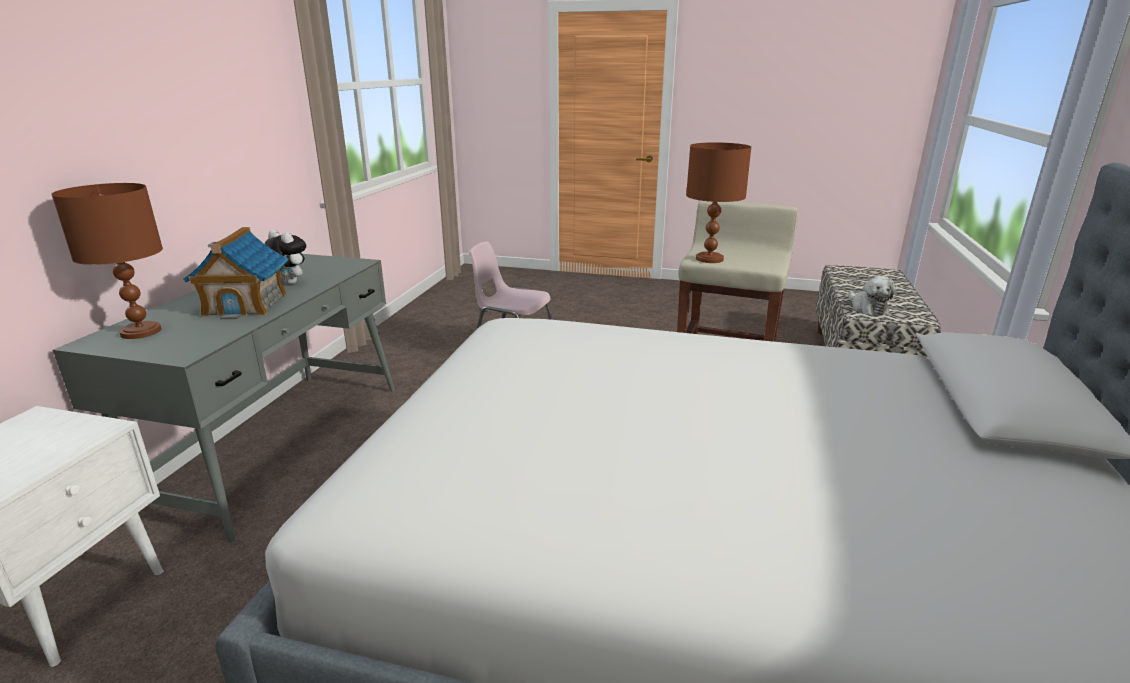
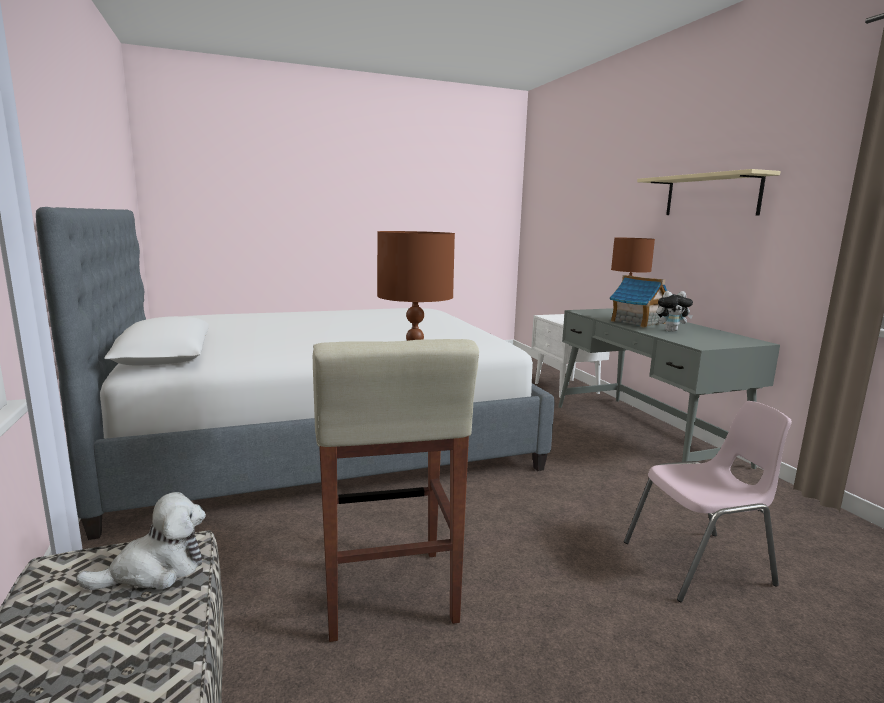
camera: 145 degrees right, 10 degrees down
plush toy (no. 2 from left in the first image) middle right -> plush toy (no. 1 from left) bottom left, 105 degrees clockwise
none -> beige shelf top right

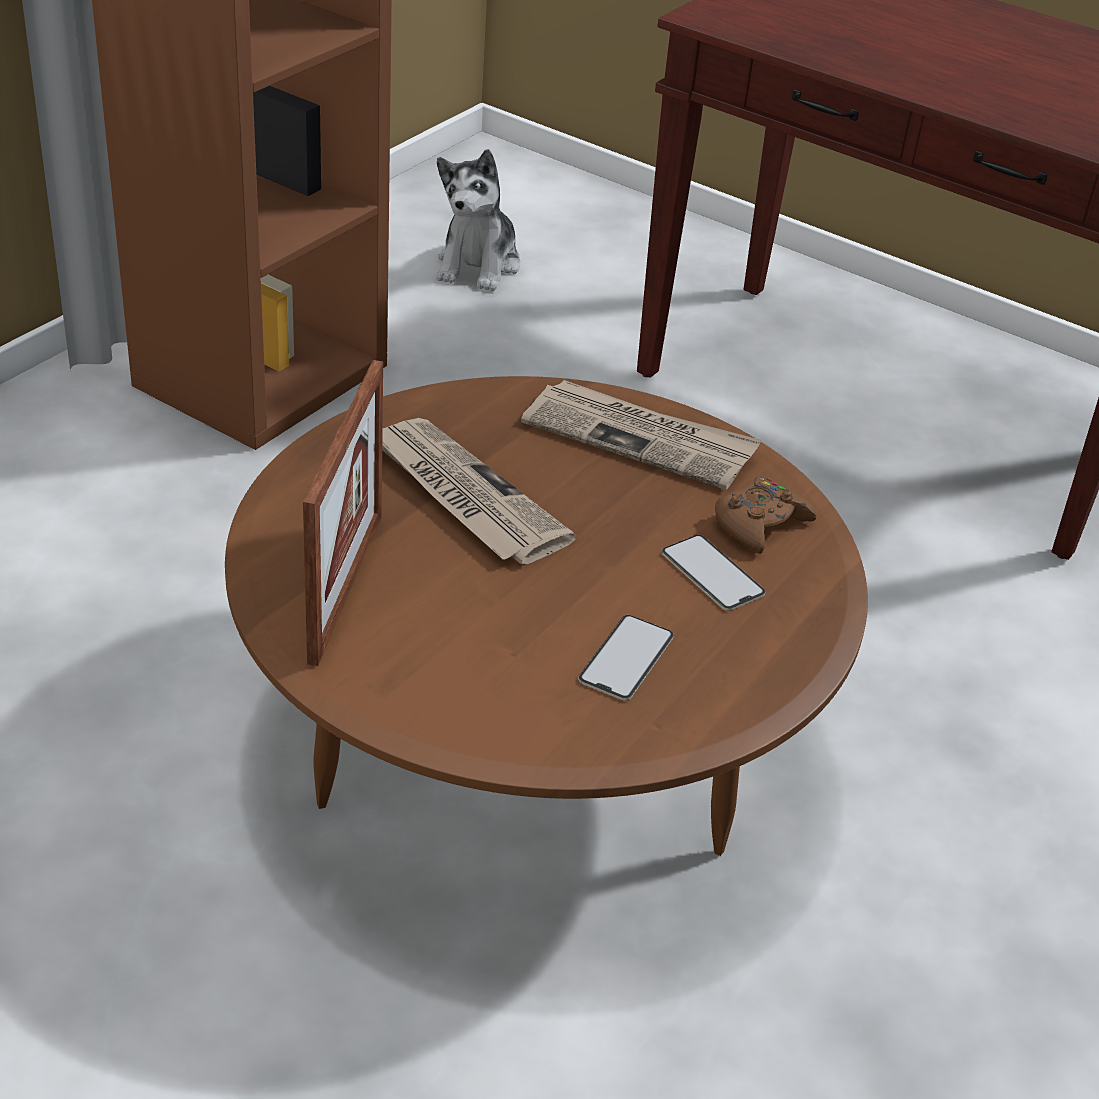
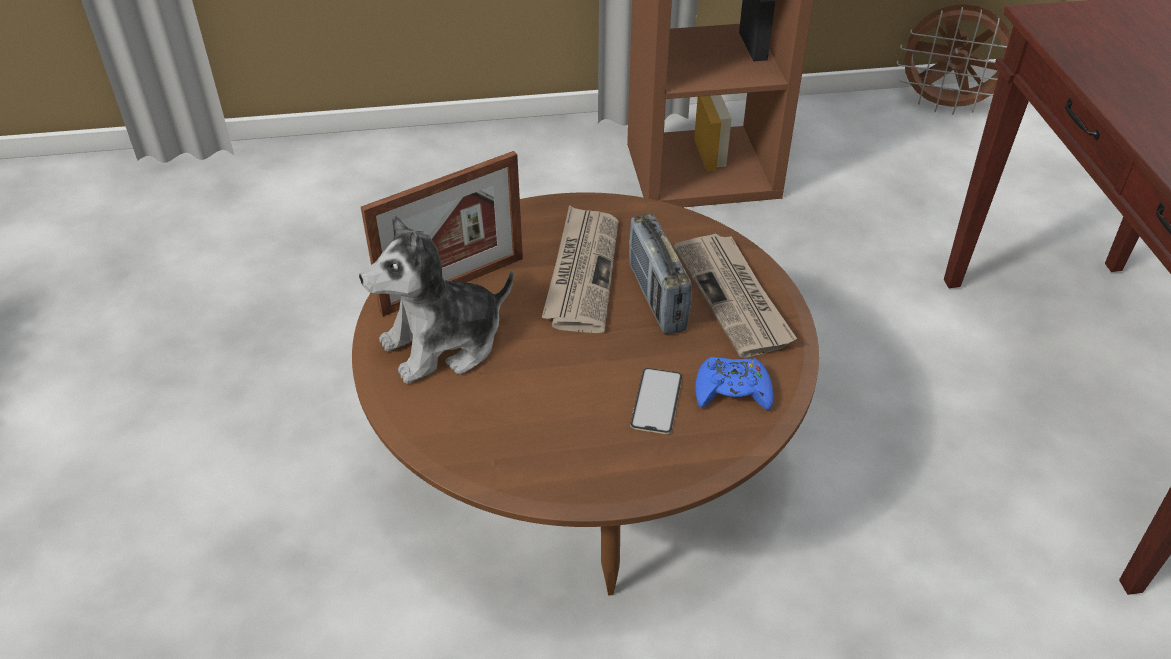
camera: 50 degrees right, 5 degrees up
plush toy top centre -> plush toy centre, shifted
phone (no. 1 from left) centre -> none
brown game controller middle right -> blue game controller centre
none -> radio centre
none -> brown fan top right

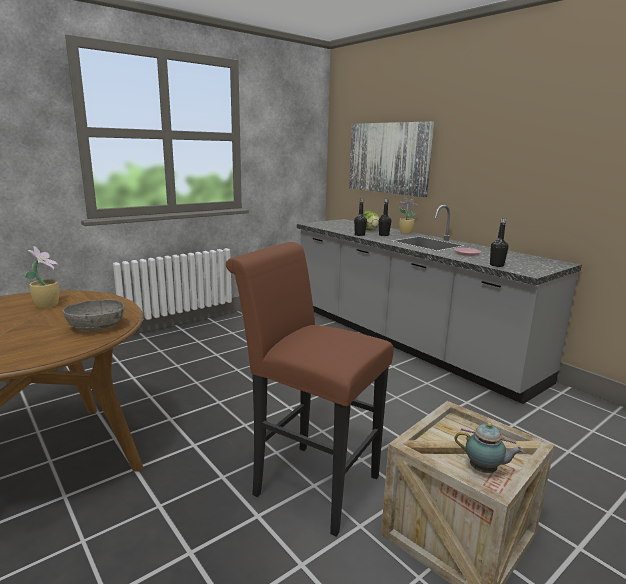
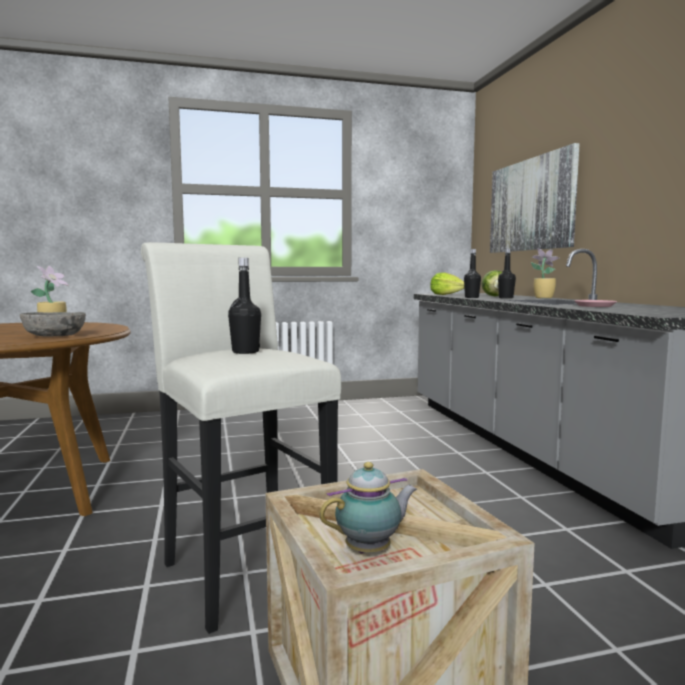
camera: 25 degrees right, 10 degrees down
brown stool centre -> white stool centre
teapot bottom right -> teapot bottom centre, 75 degrees counterclockwise
black bottle (no. 3 from left in the first image) middle right -> black bottle (no. 1 from left) centre, shifted
none -> lettuce (no. 1 from left) centre

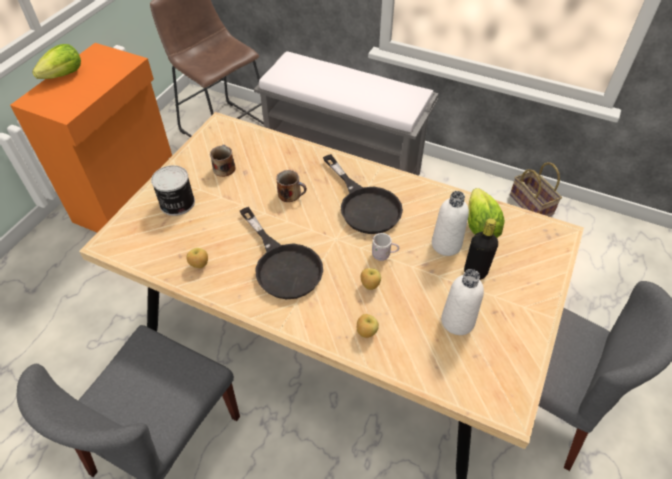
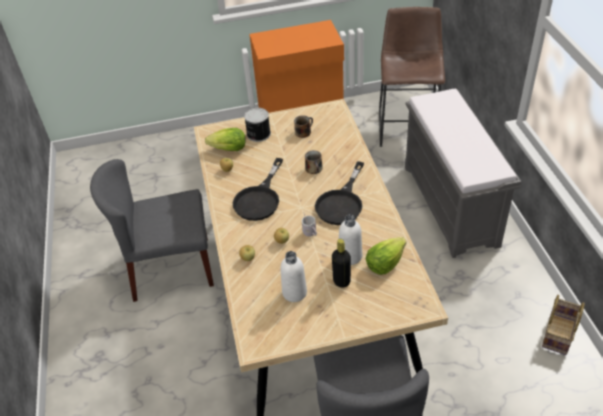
camera: 55 degrees right, 5 degrees down
lettuce (no. 1 from left) top left -> lettuce (no. 1 from left) centre, shifted

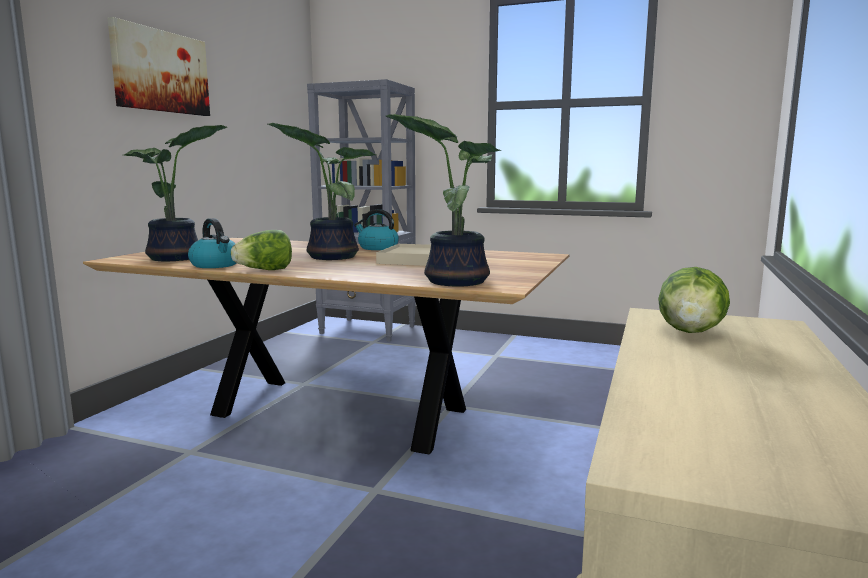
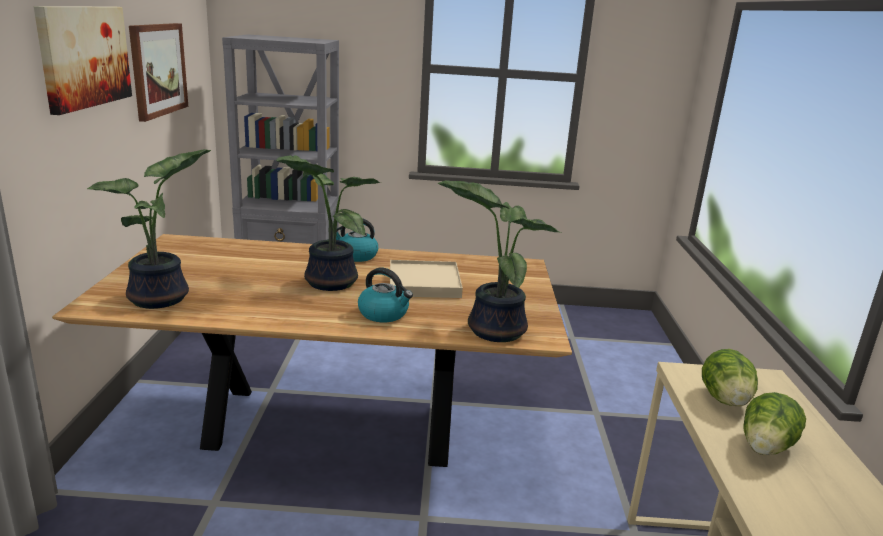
camera: 20 degrees left, 10 degrees up
kettle (no. 1 from left in the first image) middle left -> kettle (no. 2 from left) centre, shifted
lettuce (no. 1 from left in the first image) middle left -> lettuce (no. 2 from left) bottom right, shifted
none -> picture (no. 2 from left) top left

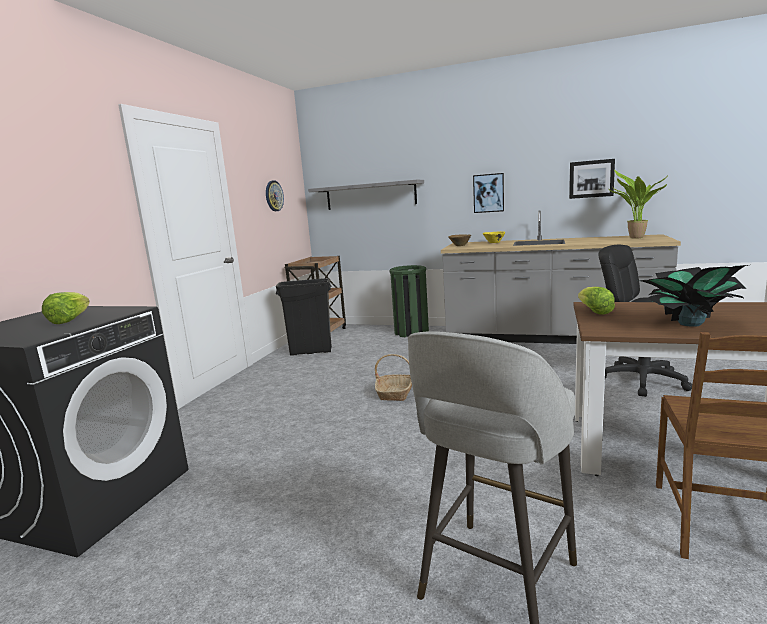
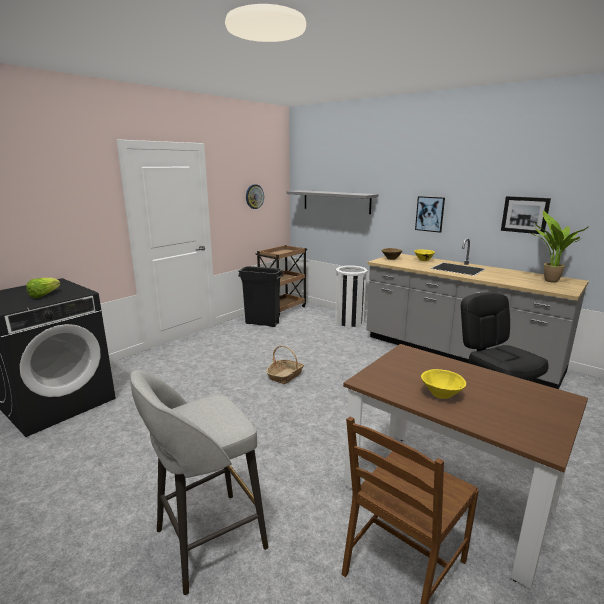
camera: 20 degrees right, 5 degrees up
green trash can centre -> white trash can centre
lettuce (no. 2 from left) middle right -> none
potted plant (no. 2 from left) middle right -> yellow bowl (no. 2 from left) middle right

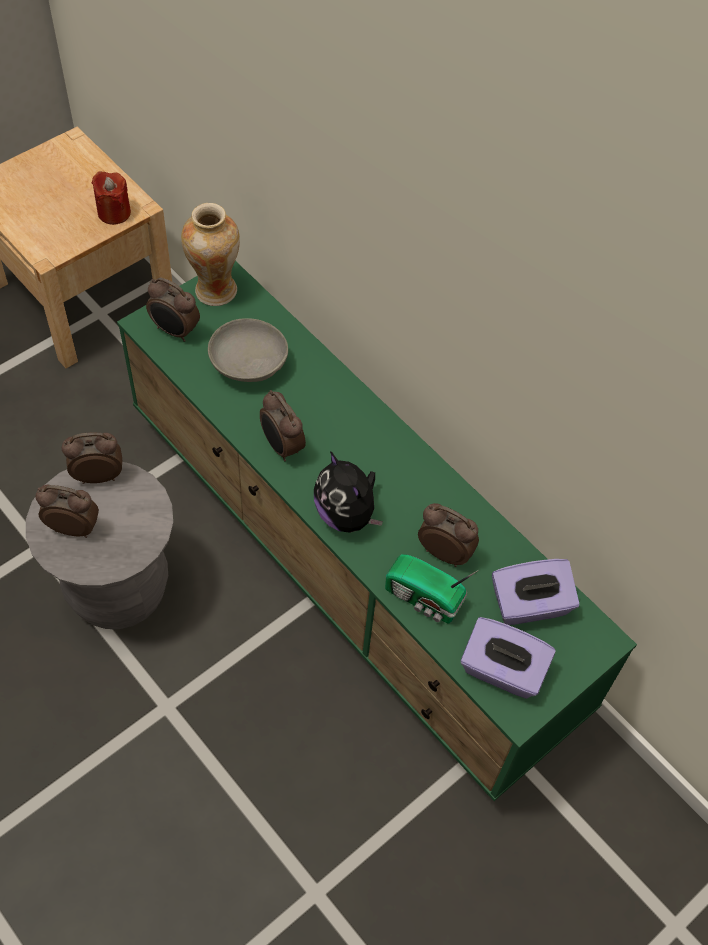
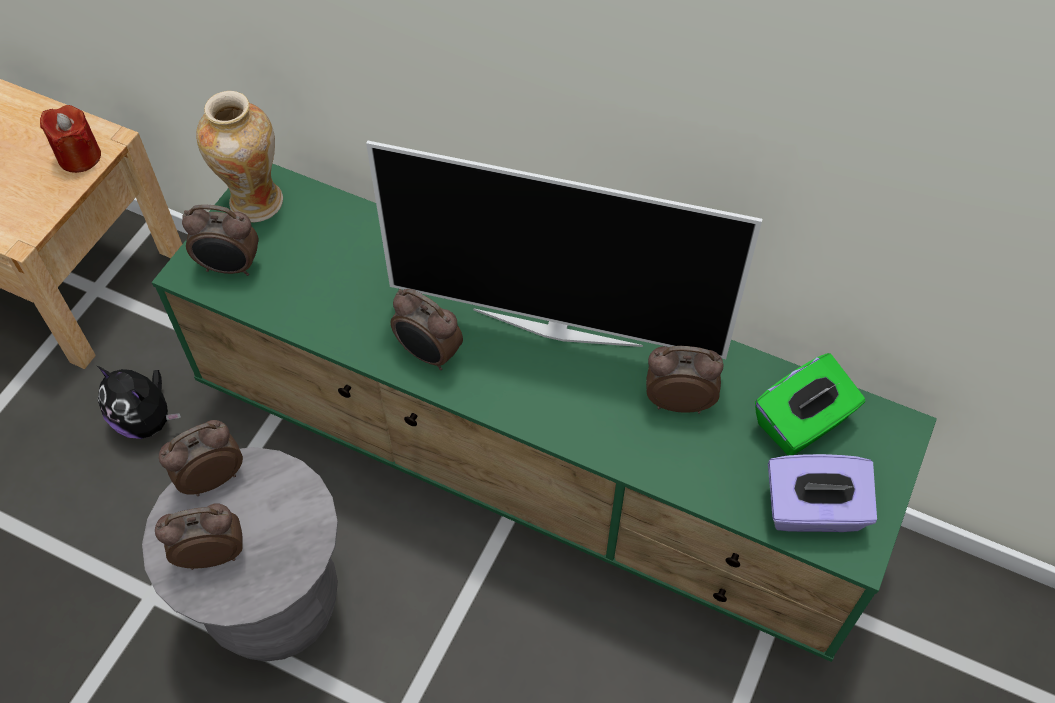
camera: 20 degrees left, 0 degrees up
grey bowl centre -> none
plush toy centre -> plush toy middle left, shifted
radio centre -> none
purple tissue box (no. 2 from left) middle right -> green tissue box middle right
none -> television centre

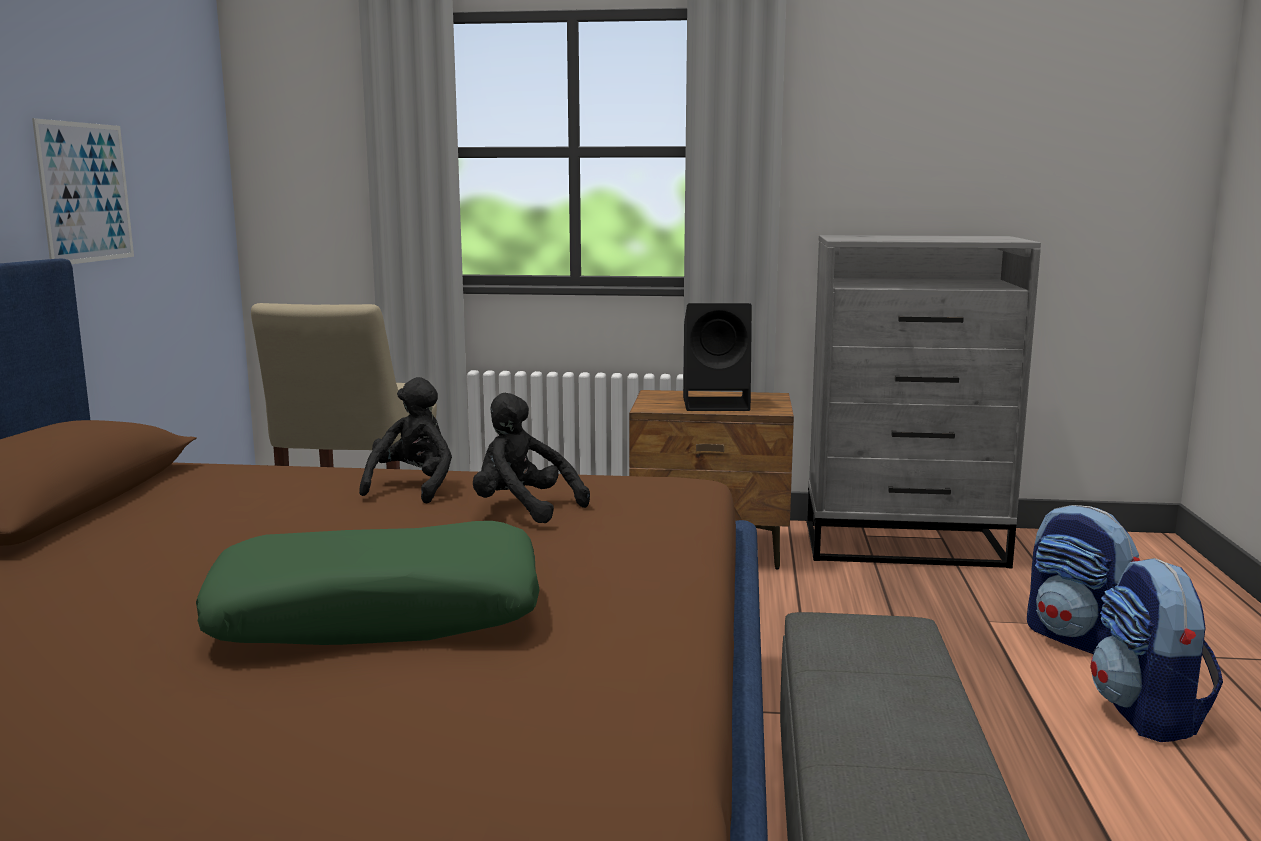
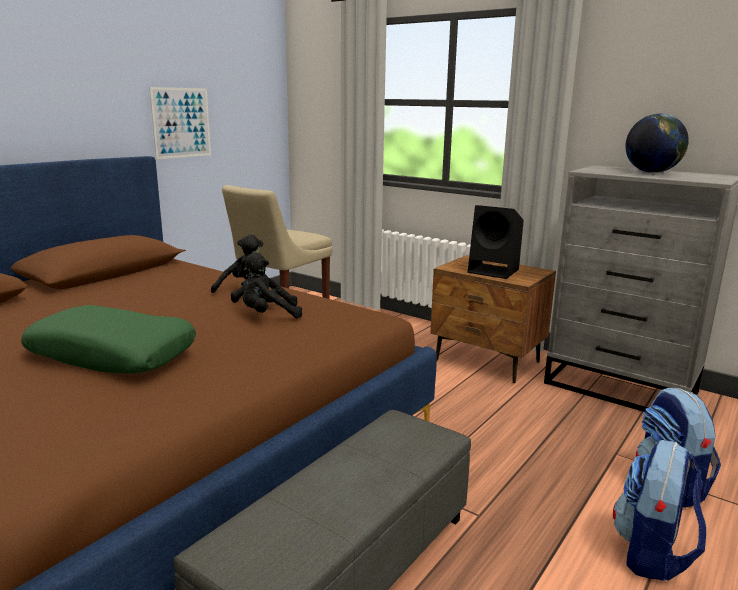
camera: 30 degrees right, 5 degrees up
black plush toy (no. 2 from left) centre, 75 degrees counterclockwise
none -> globe top right

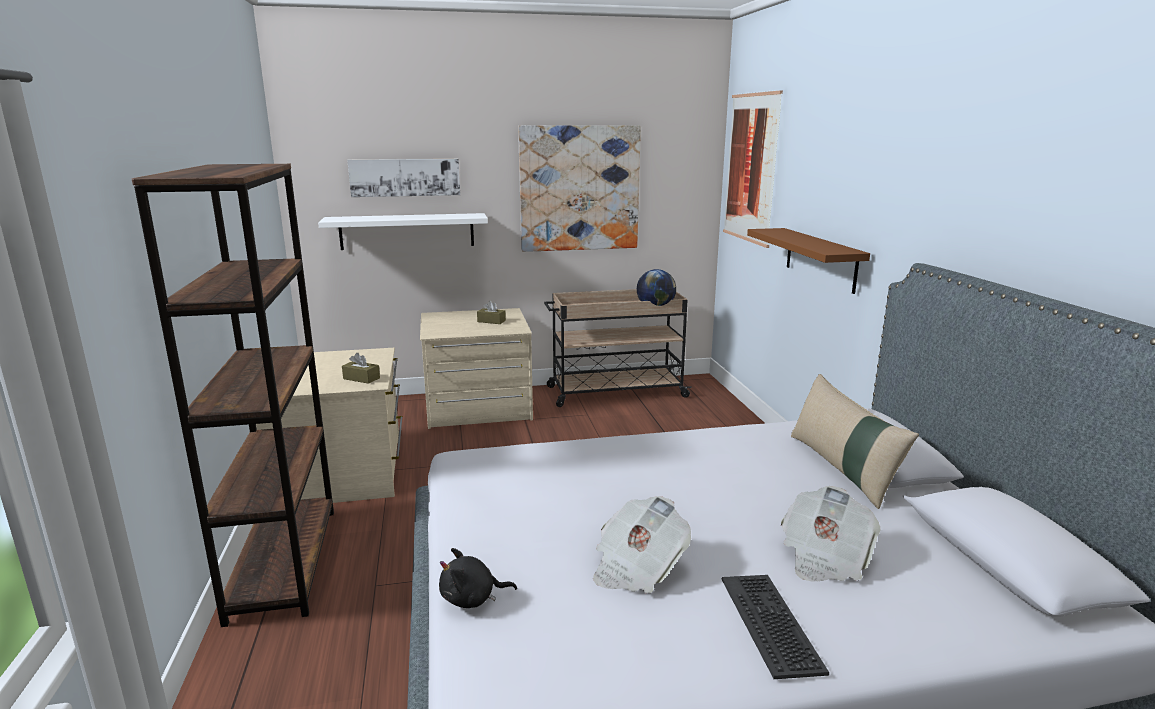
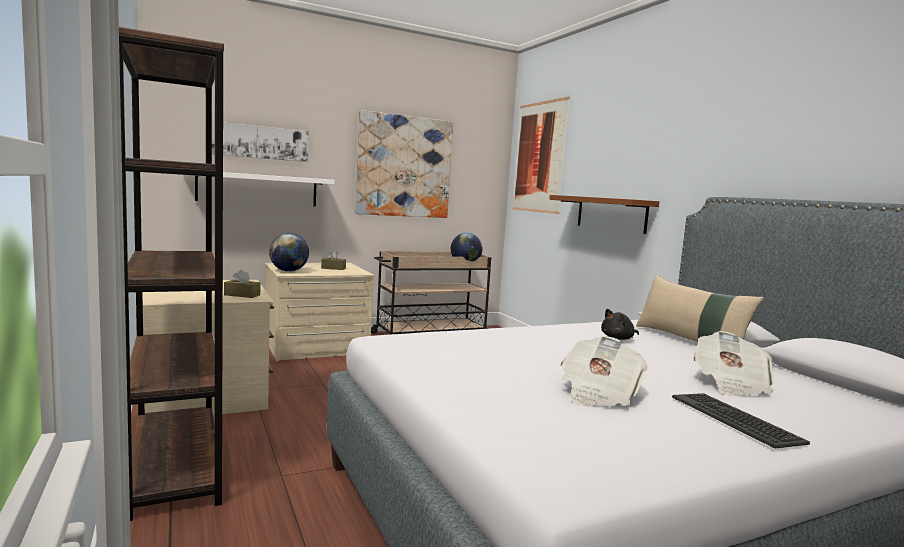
camera: 15 degrees left, 10 degrees down
black plush toy bottom centre -> black plush toy middle right, shifted
none -> globe (no. 1 from left) middle left

